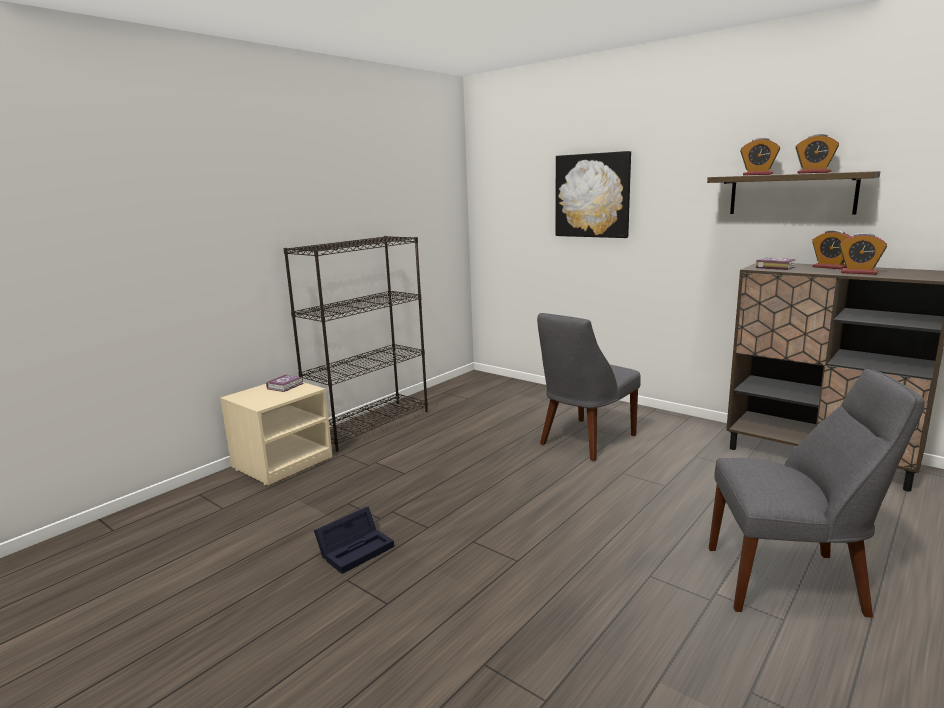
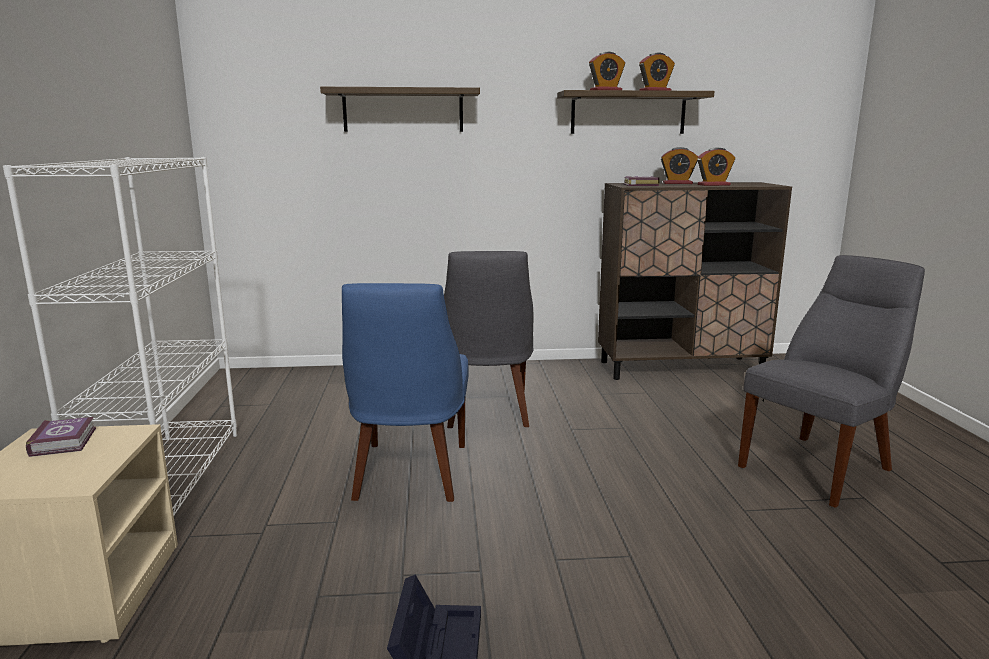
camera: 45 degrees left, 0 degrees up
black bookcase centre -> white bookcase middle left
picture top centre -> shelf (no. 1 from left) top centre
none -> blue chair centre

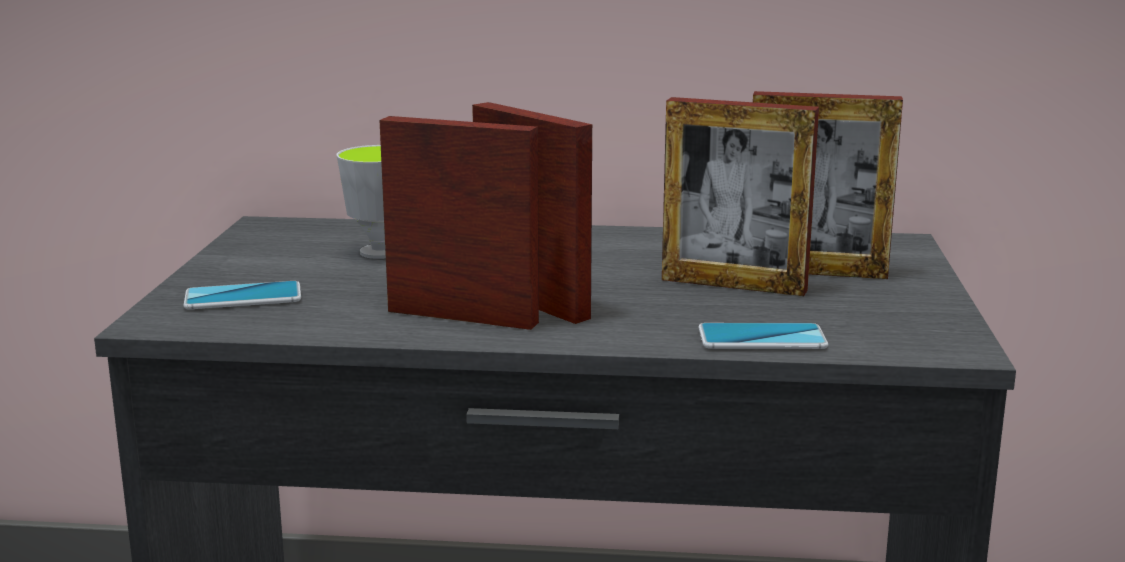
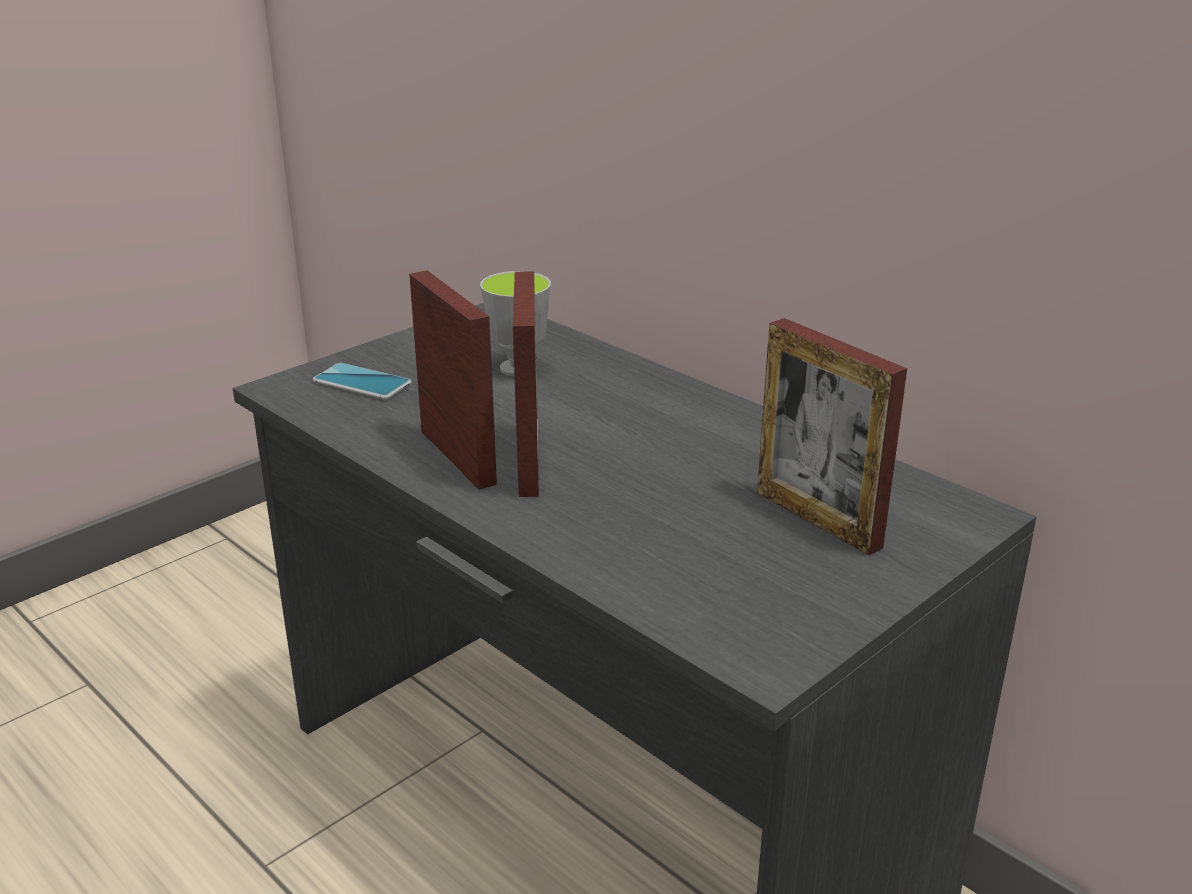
camera: 40 degrees right, 10 degrees up
picture frame (no. 3 from left) centre -> none
phone (no. 2 from left) middle right -> none

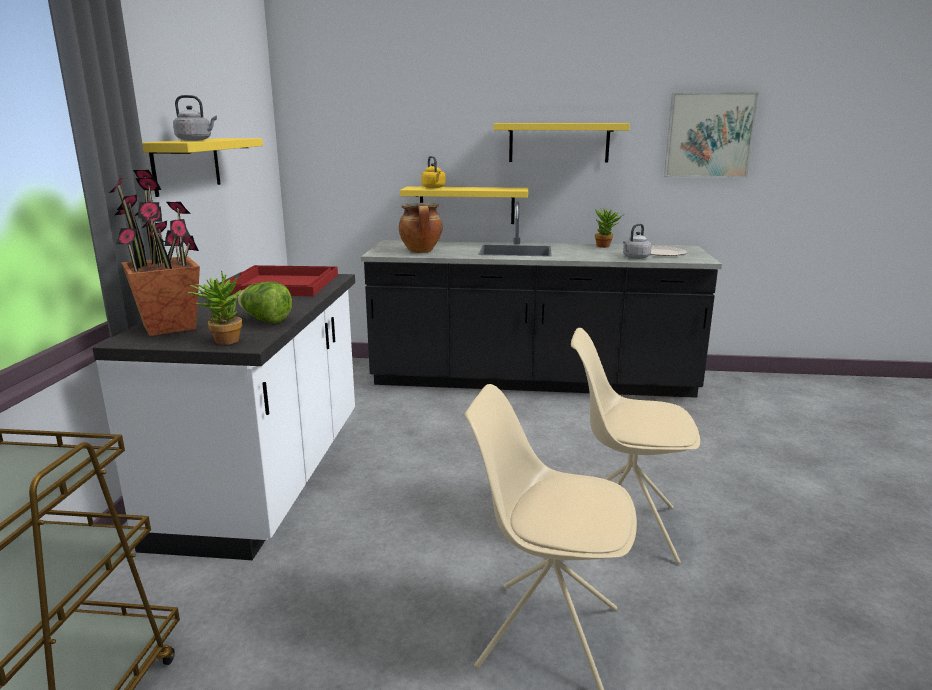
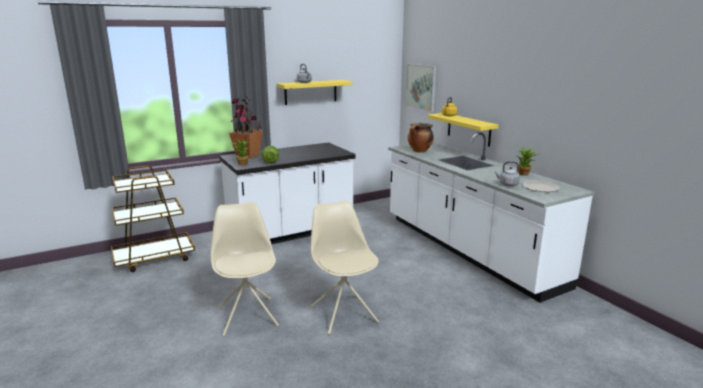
camera: 55 degrees right, 0 degrees up
red tray middle left -> none
black counter centre -> white counter (no. 2 from left) middle right
yellow shelf (no. 3 from left) top centre -> none
picture top right -> picture top centre, shifted

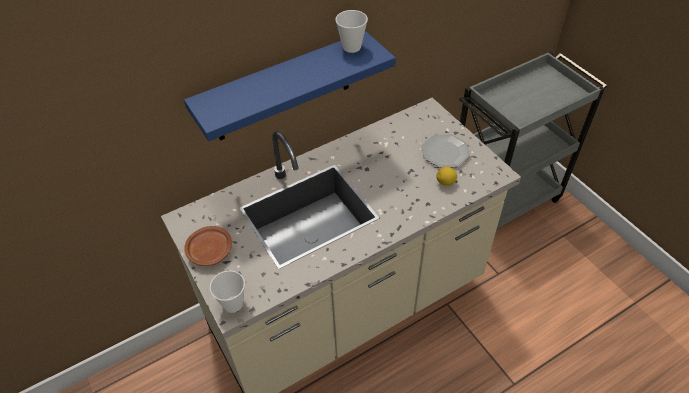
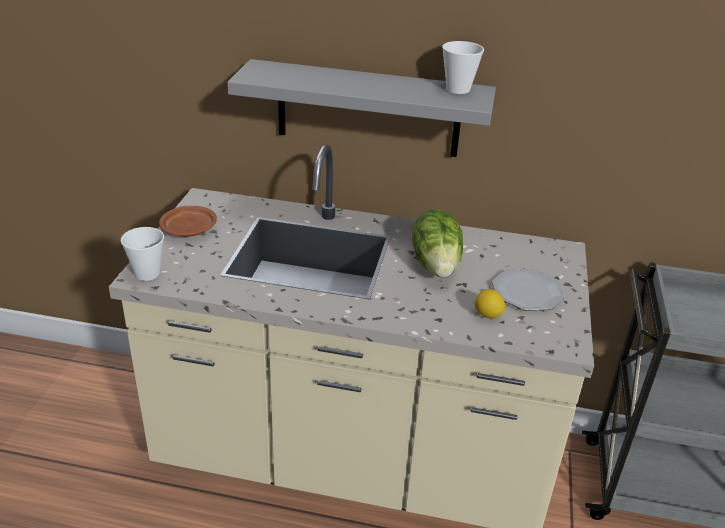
camera: 40 degrees right, 15 degrees down
blue shelf top centre -> grey shelf top centre
none -> lettuce centre

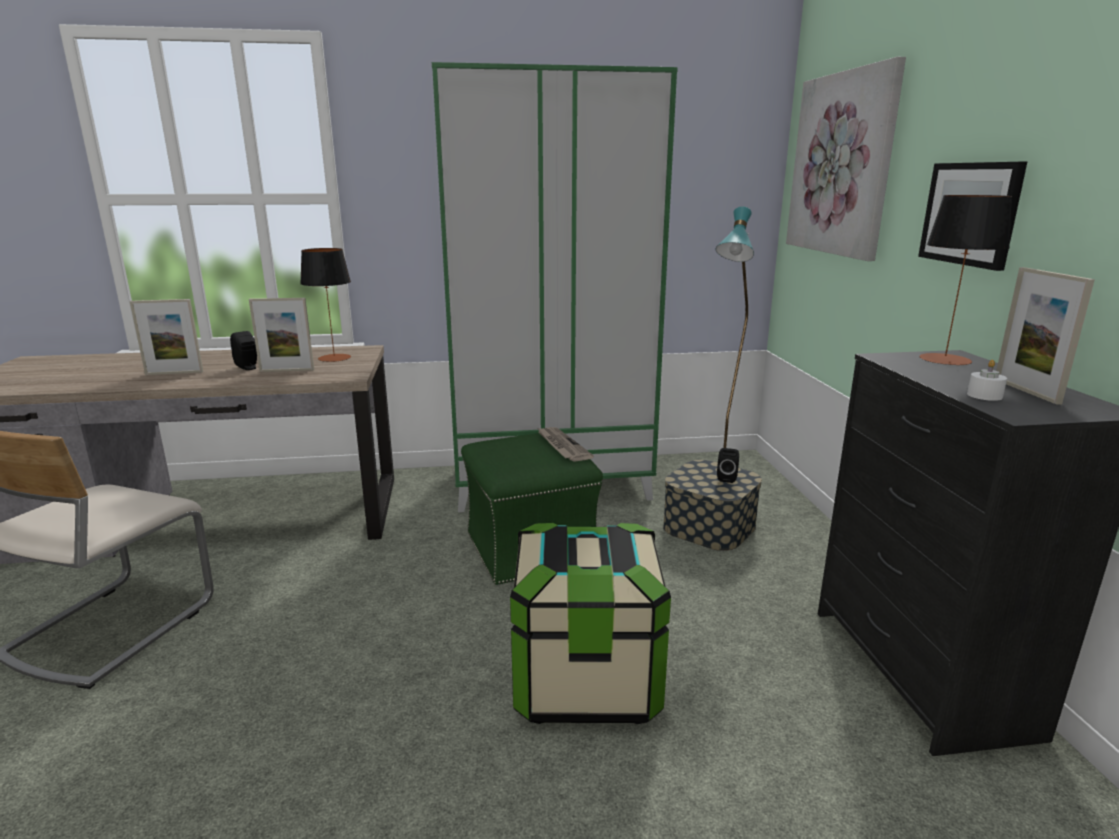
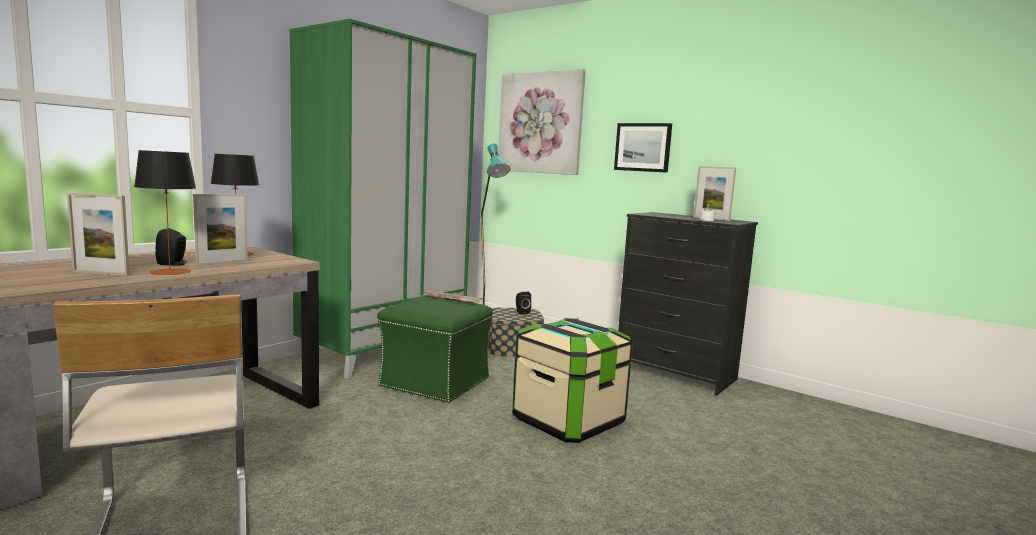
camera: 45 degrees left, 10 degrees down
picture frame (no. 1 from left) middle left, 60 degrees clockwise
table lamp (no. 2 from left in the first image) middle right -> table lamp (no. 1 from left) middle left, shifted

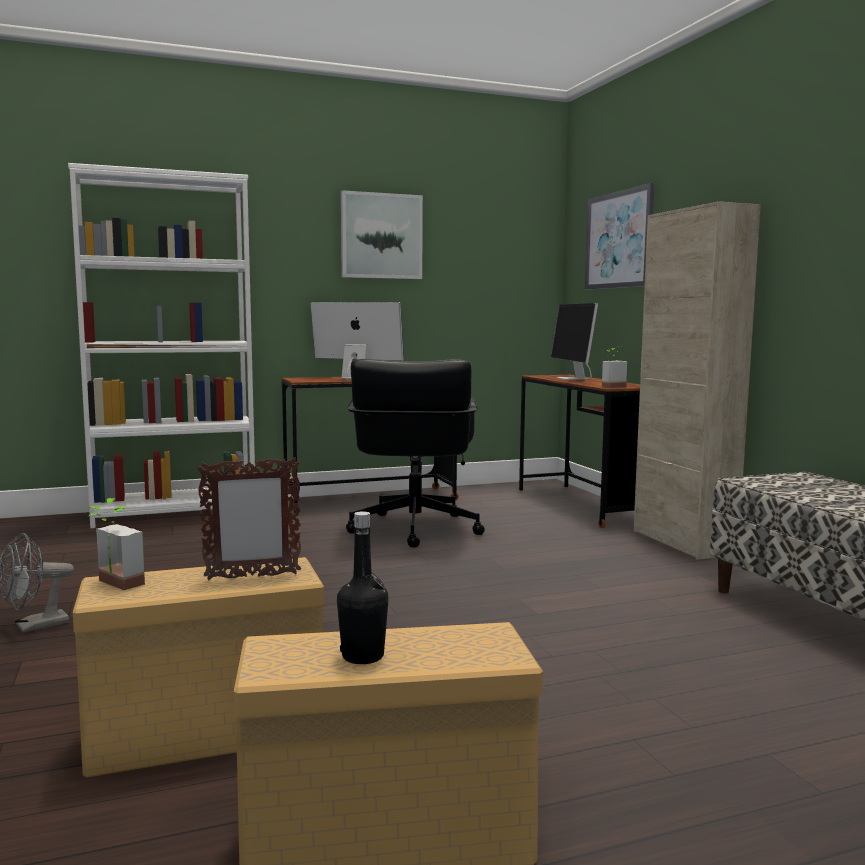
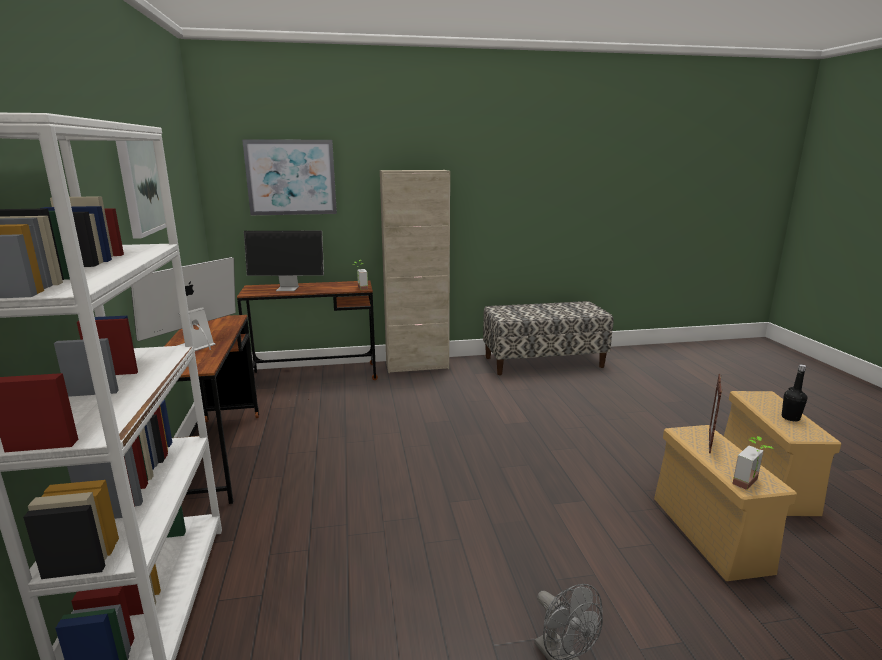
camera: 80 degrees left, 10 degrees up
picture frame middle left -> picture frame middle right, 150 degrees counterclockwise
black office chair centre -> none

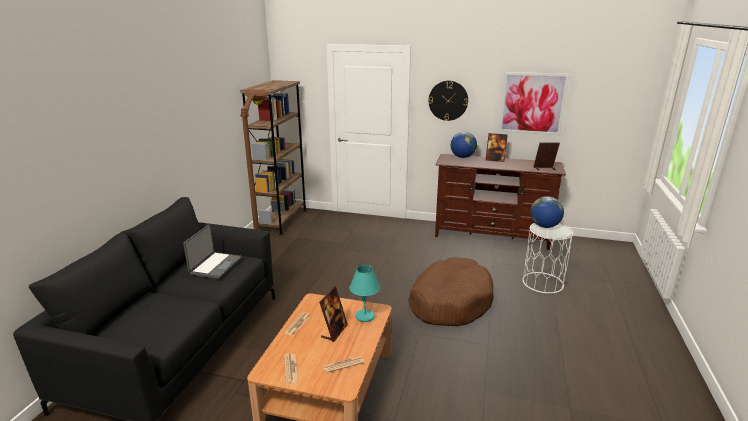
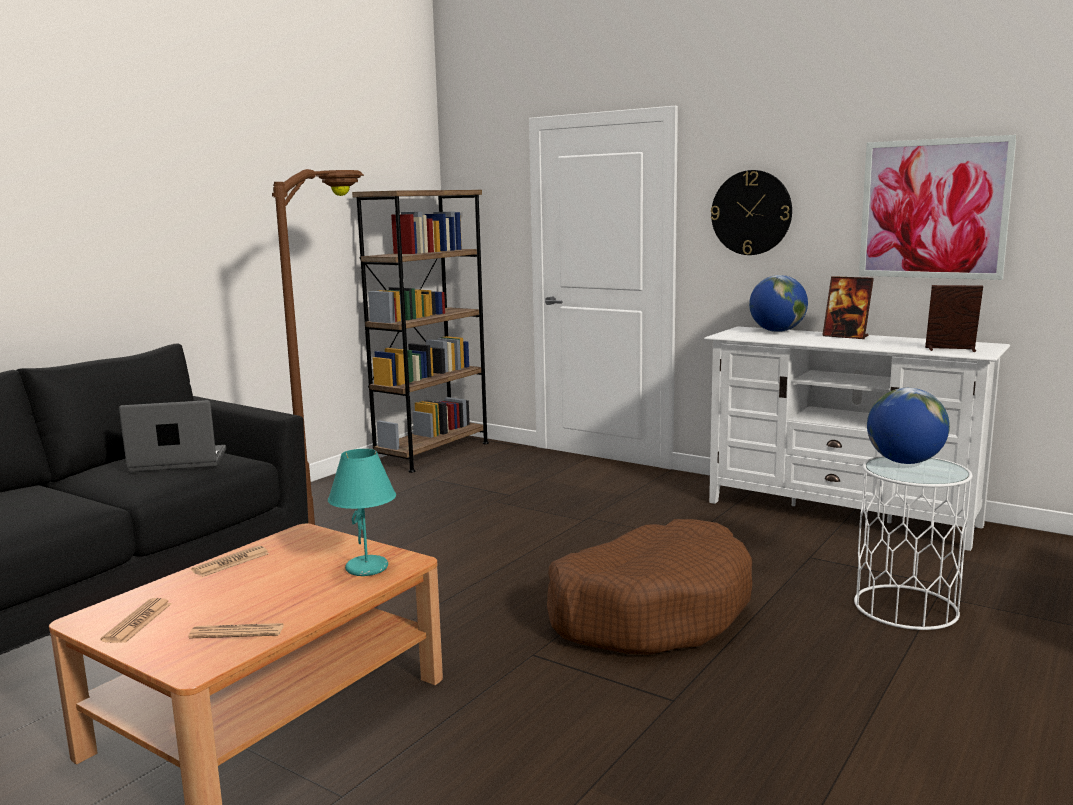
camera: 20 degrees right, 10 degrees down
laptop middle left, 135 degrees counterclockwise
picture frame (no. 1 from left) bottom centre -> none
brown tv stand middle right -> white tv stand middle right

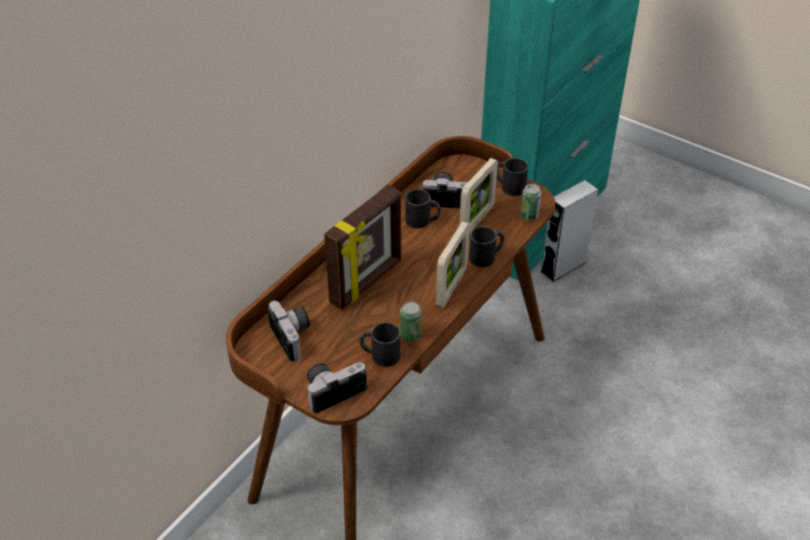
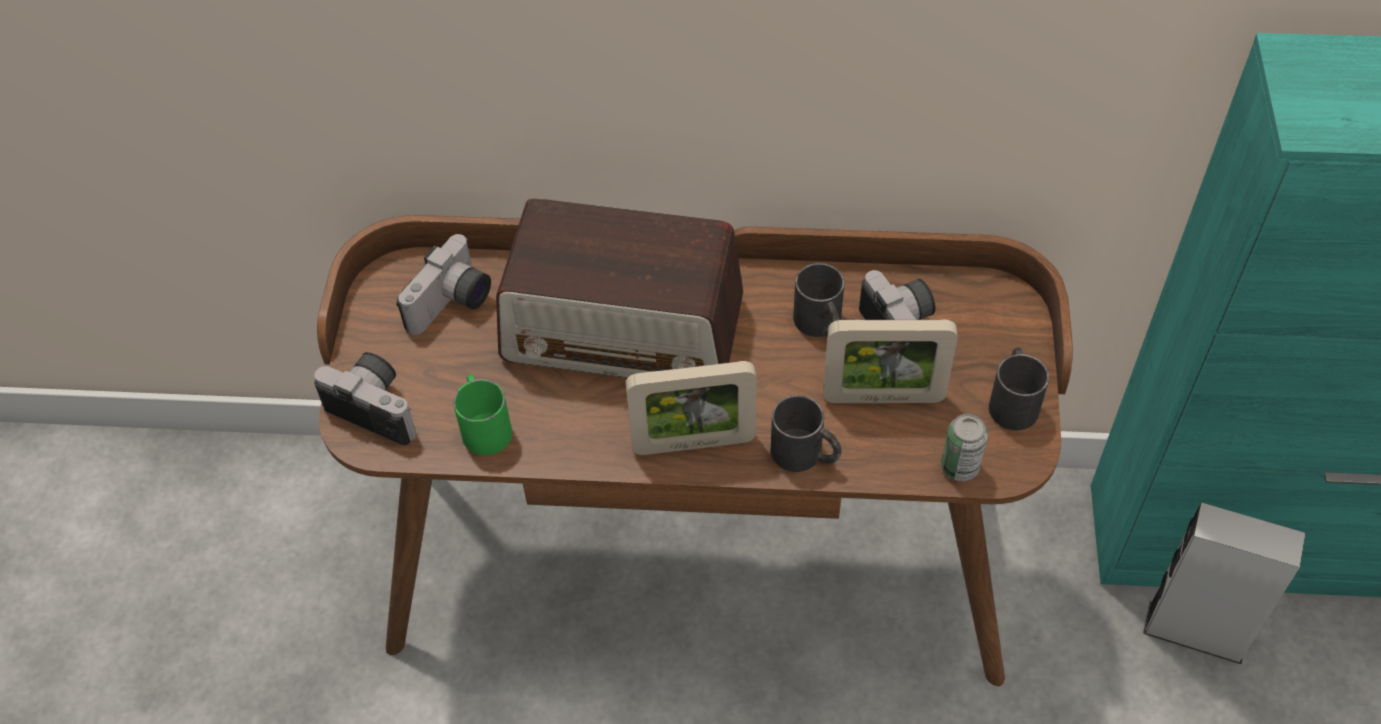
camera: 60 degrees right, 10 degrees up
picture frame (no. 1 from left) centre -> radio centre
black mug (no. 1 from left) centre -> green mug centre
can (no. 1 from left) centre -> none

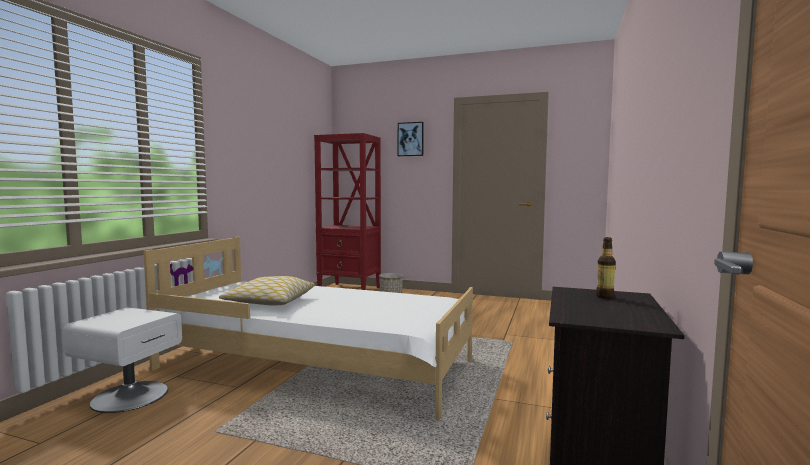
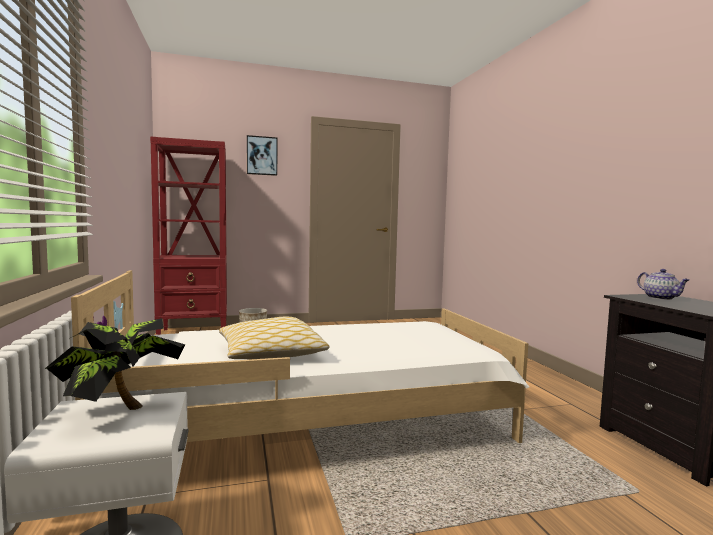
camera: 35 degrees left, 0 degrees up
bottle middle right -> teapot middle right
none -> potted plant bottom left

